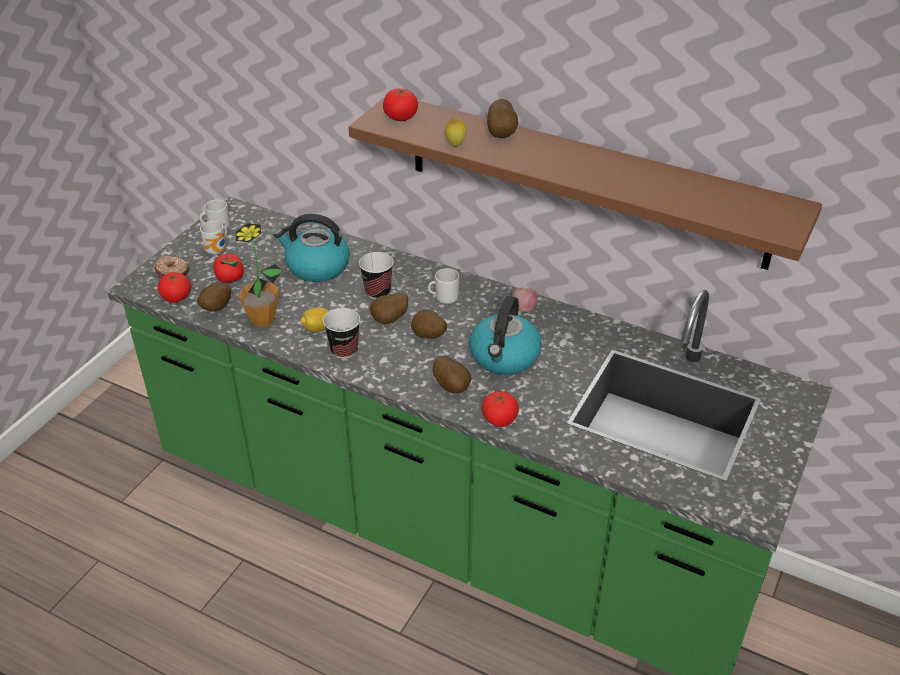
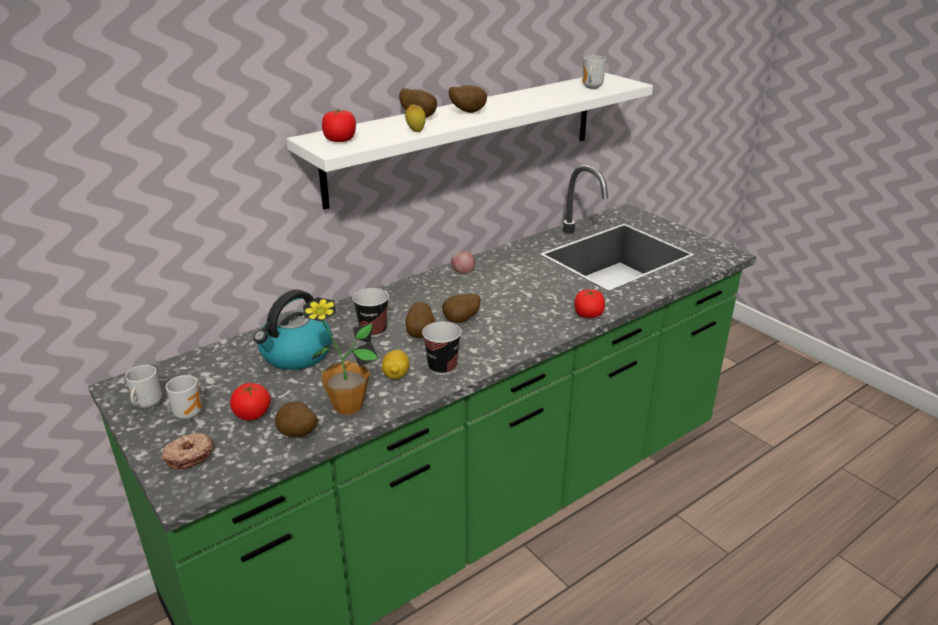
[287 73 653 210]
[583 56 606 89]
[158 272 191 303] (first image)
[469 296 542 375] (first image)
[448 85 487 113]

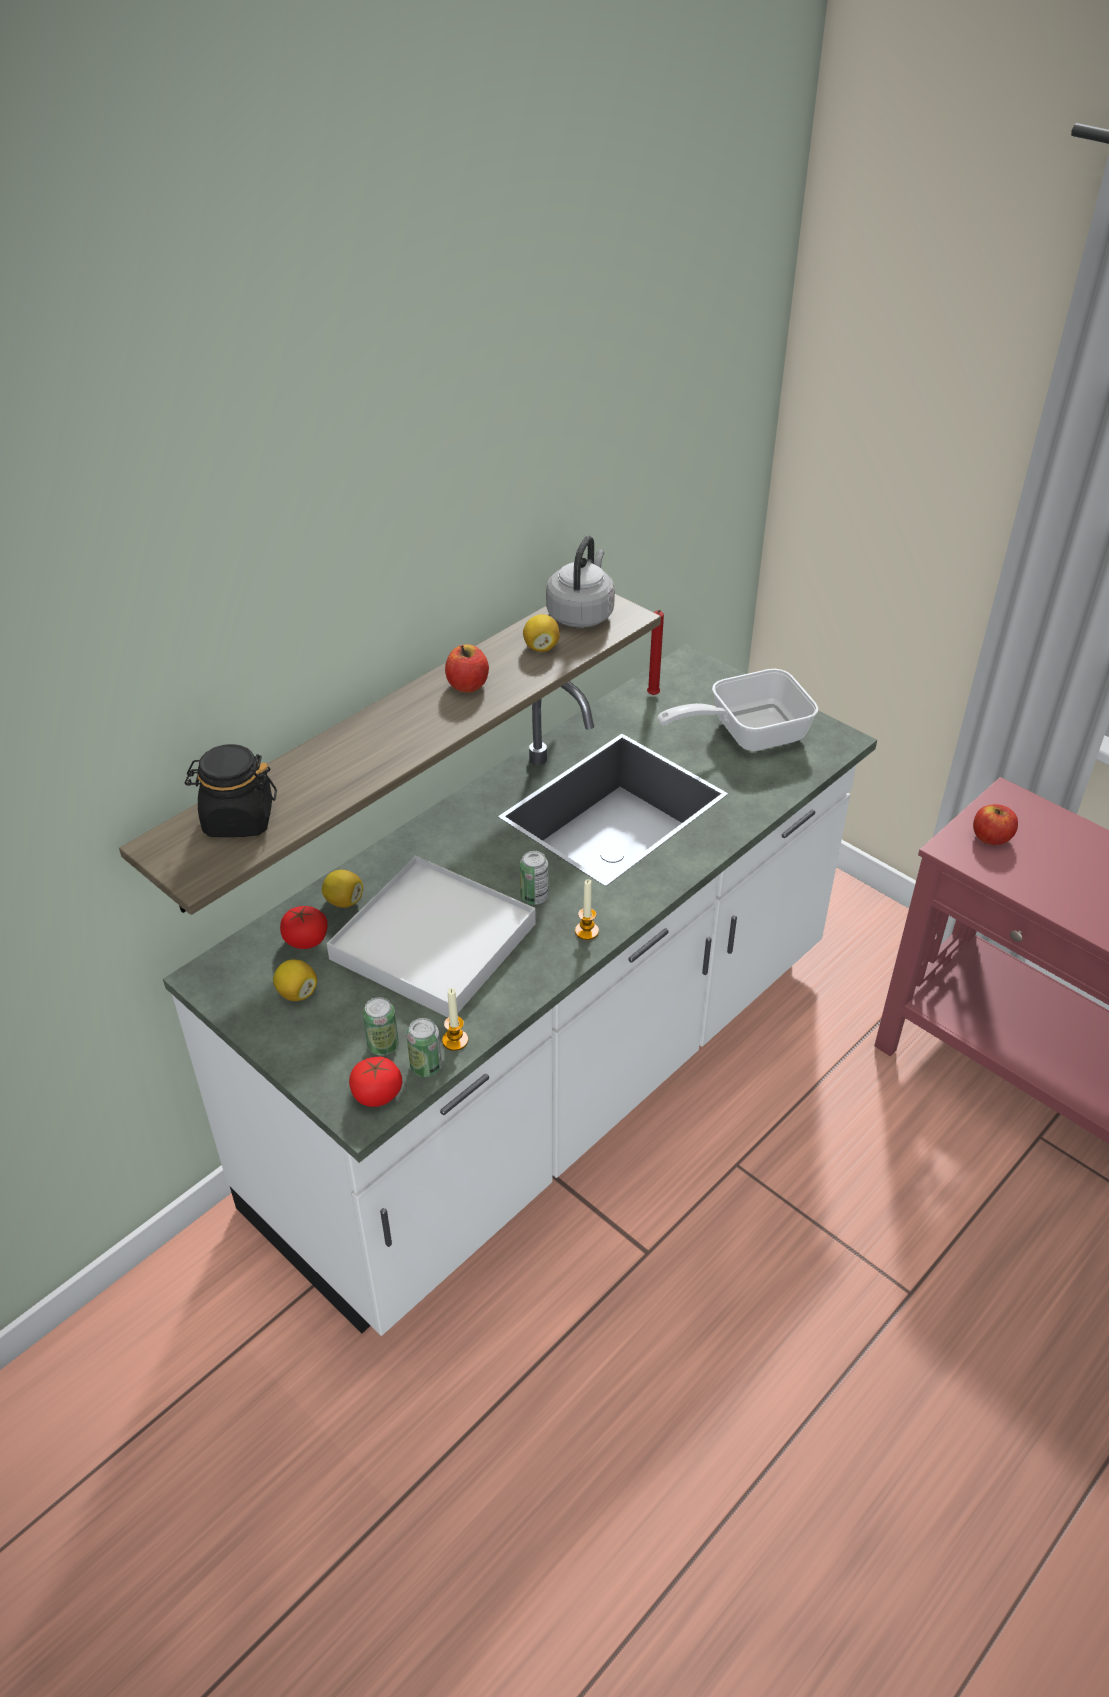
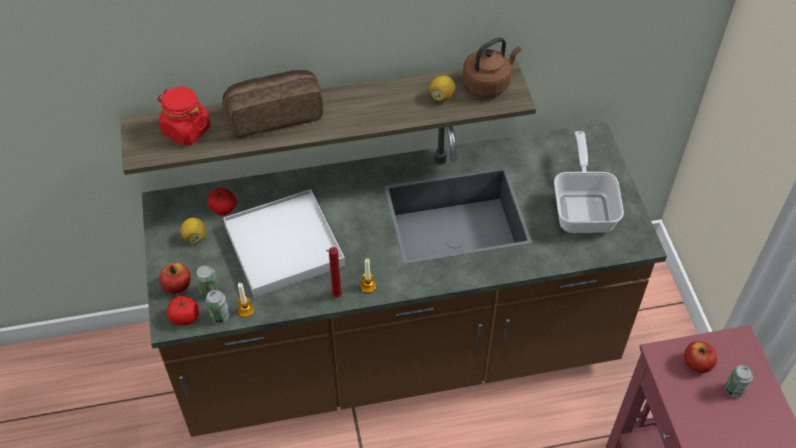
[462 37 521 97]
[326 247 342 298]
[142 122 667 437]
[159 262 191 294]
[554 131 624 233]
[157 86 210 146]
[725 365 753 398]
[322 870 363 908] (first image)
[222 70 323 139]

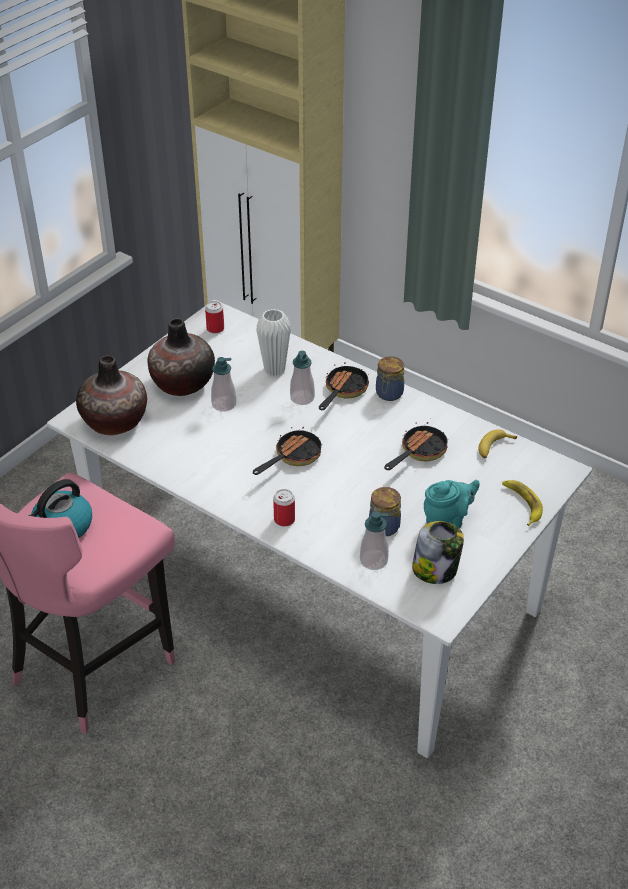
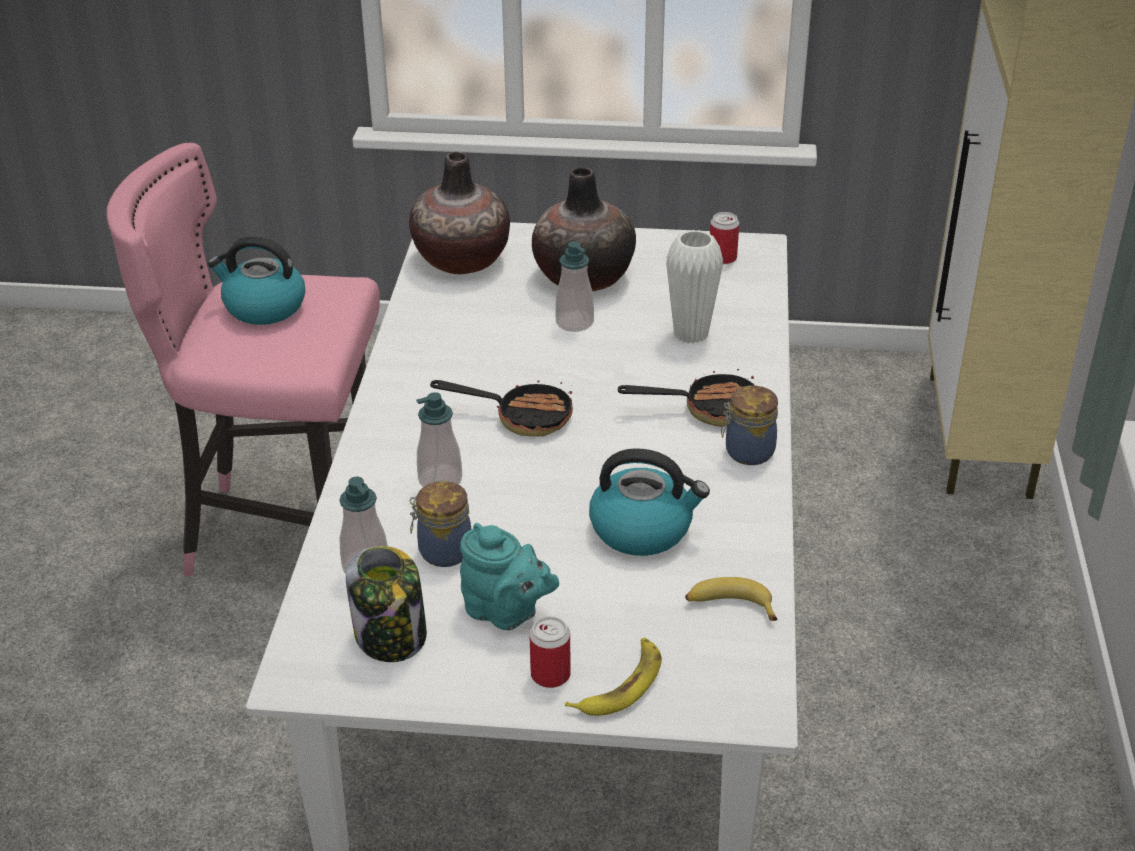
[416 392 462 487]
[589 448 710 556]
[529 616 571 688]

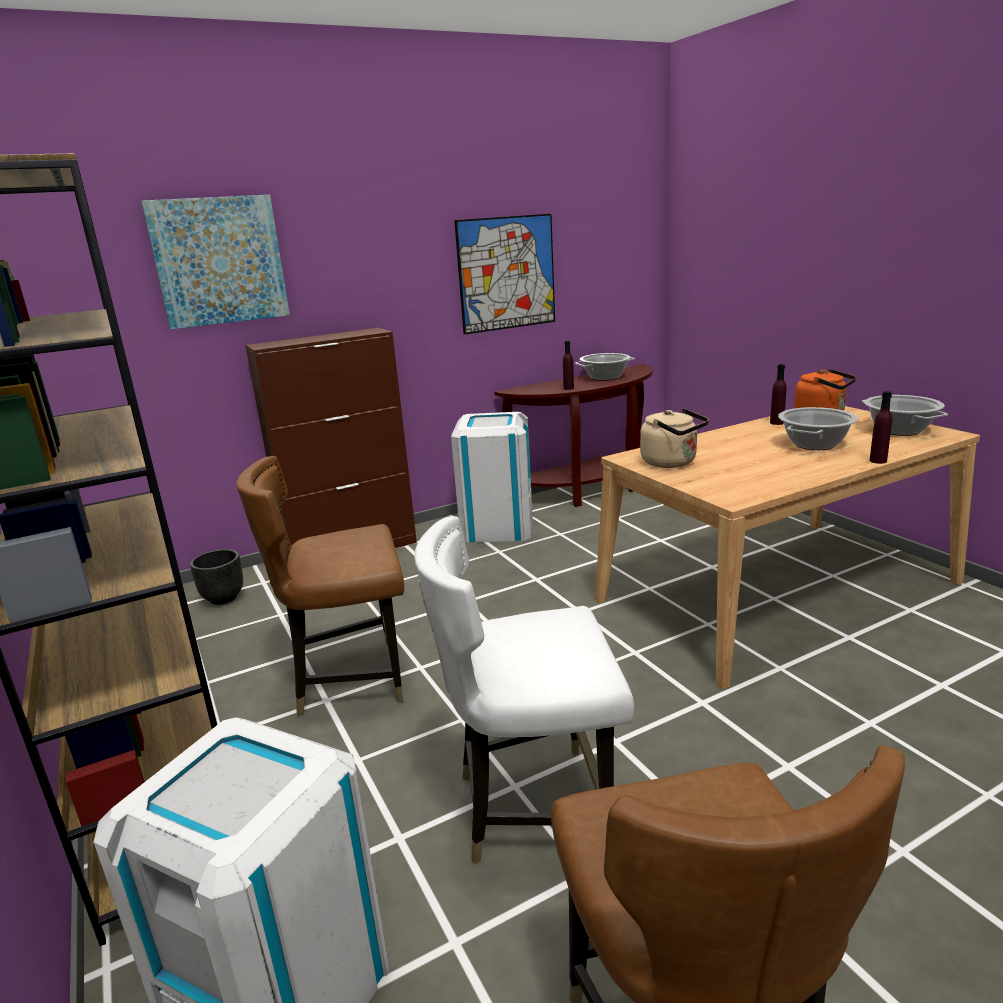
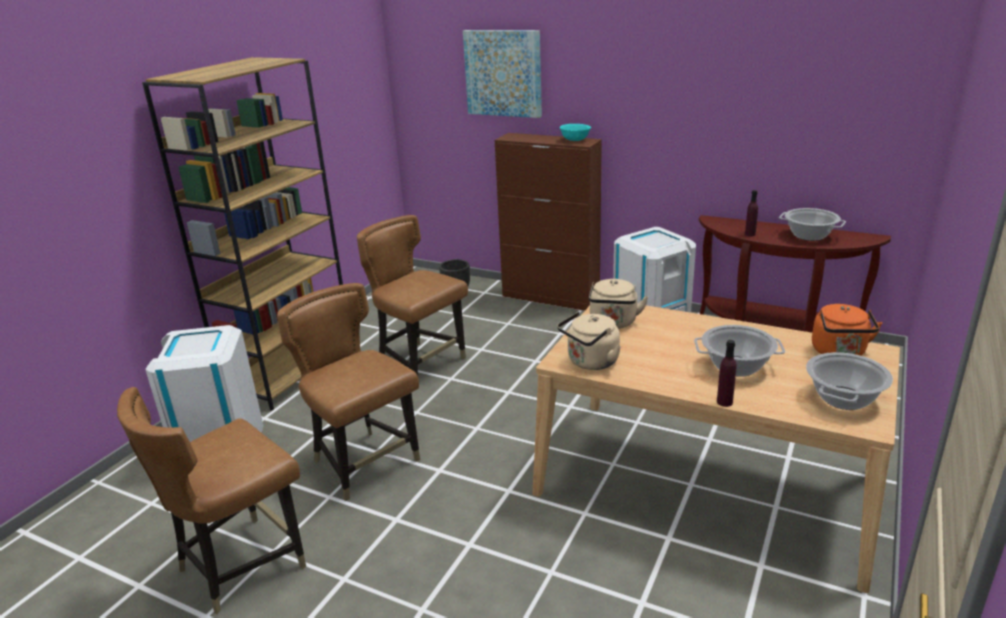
[454 214 555 335] (first image)
[770 364 786 425] (first image)
[277 283 420 501]
[560 124 591 141]
[557 312 621 370]

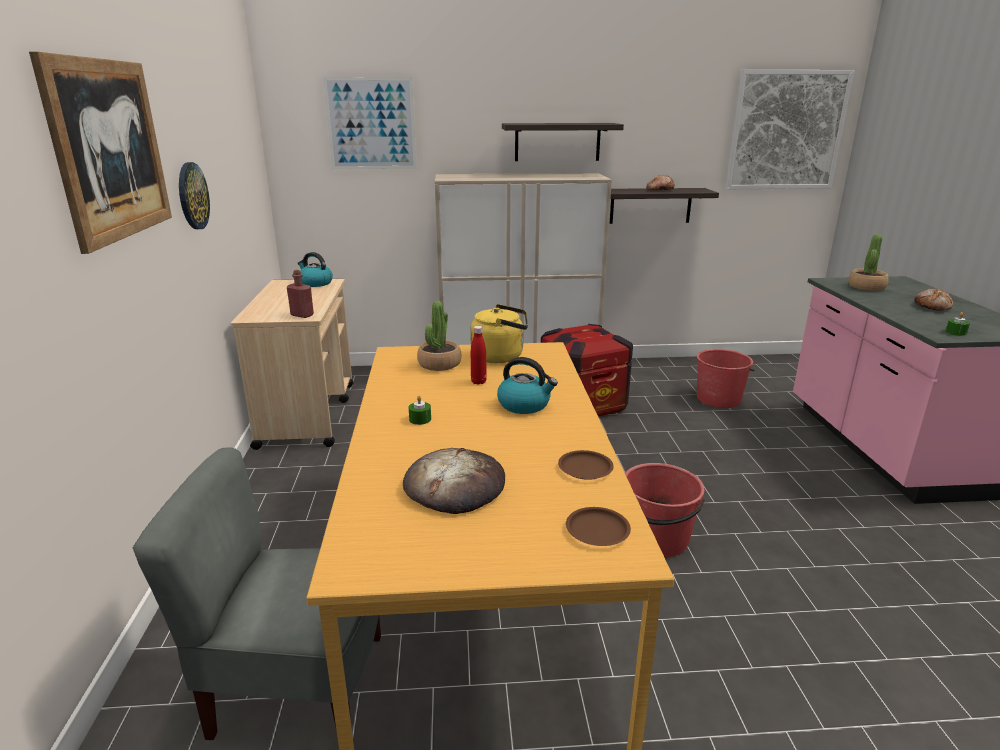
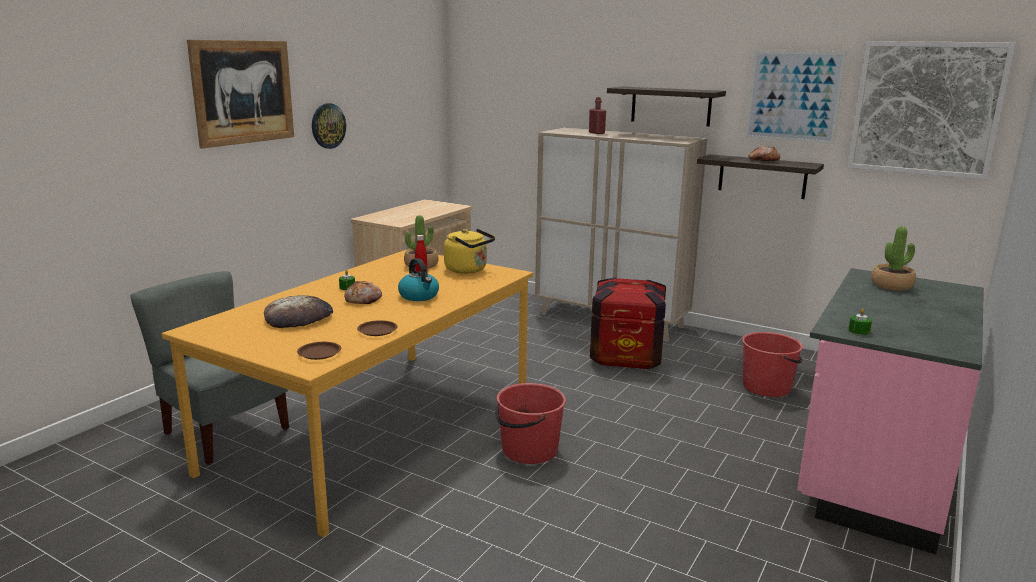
[745 50 847 144]
[298 252 333 287] (first image)
[589 97 606 134]
[344 281 382 304]

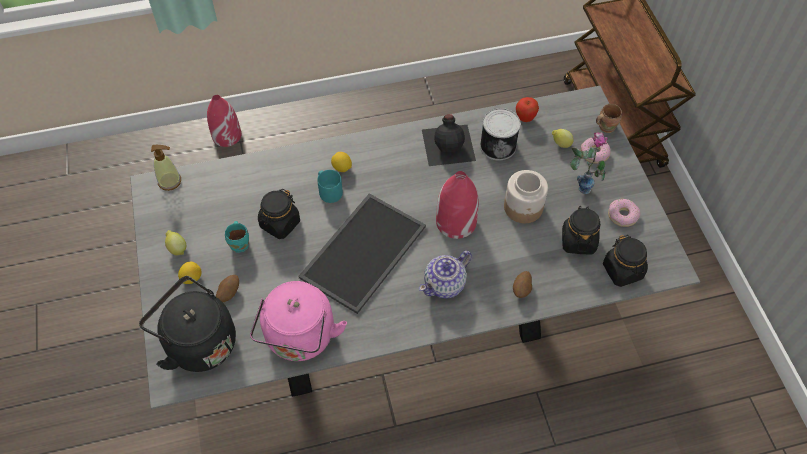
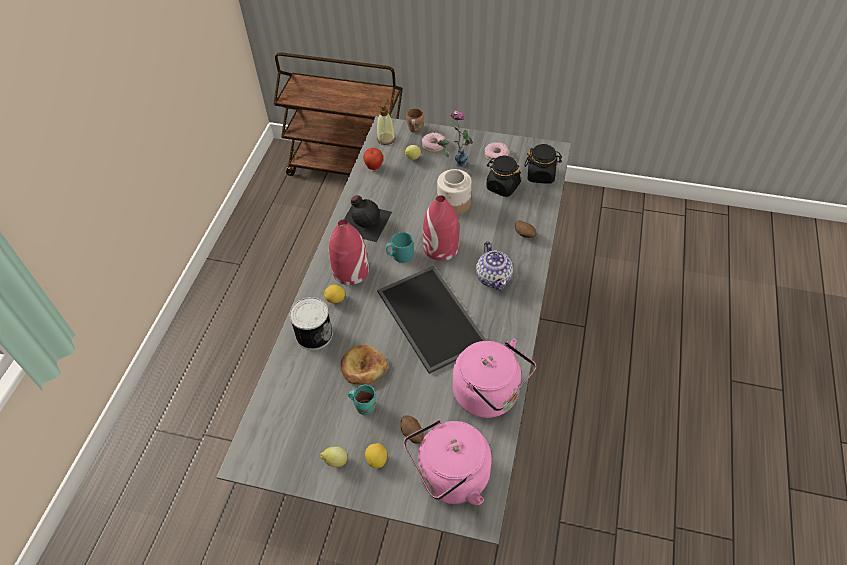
[329 220 369 285]
[289 297 333 350]
[377 99 396 145]
[386 232 414 263]
[341 345 388 385]
[404 419 492 506]

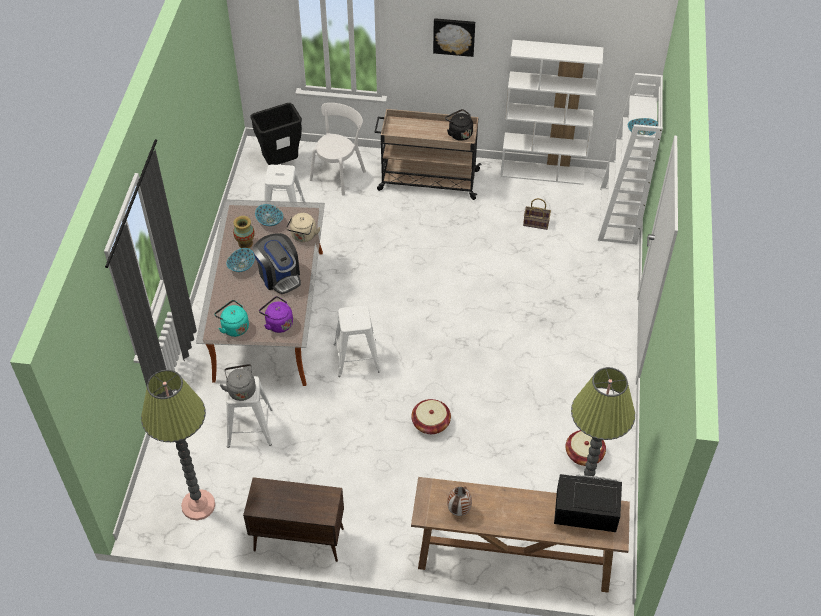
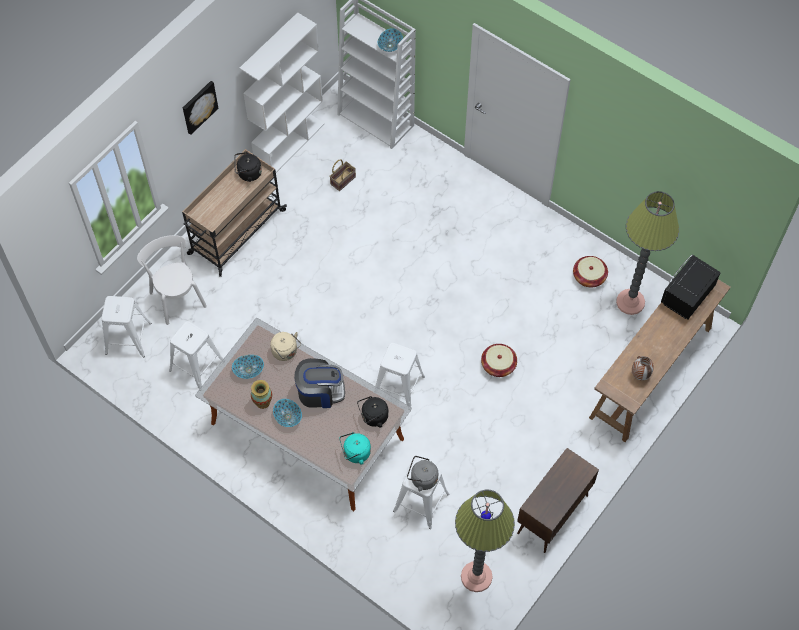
[102 296 151 358]
[357 396 388 428]

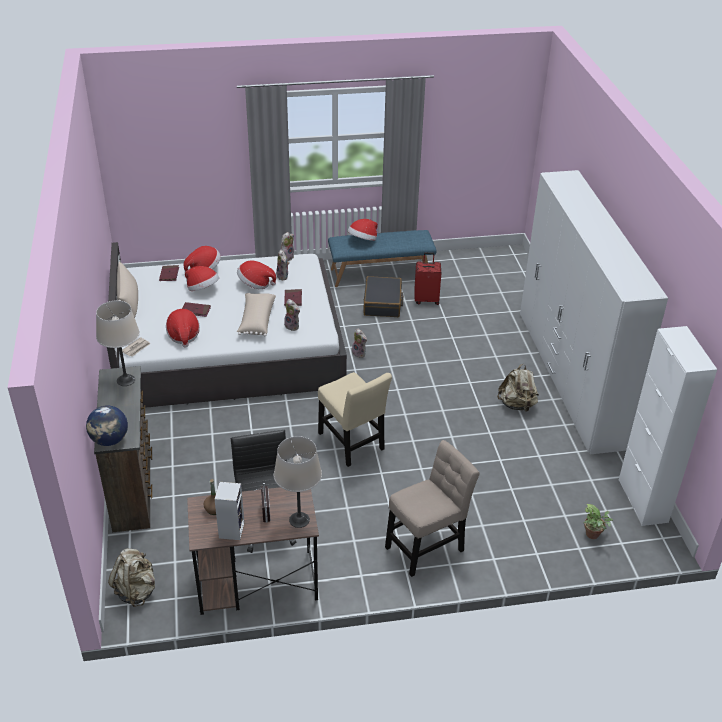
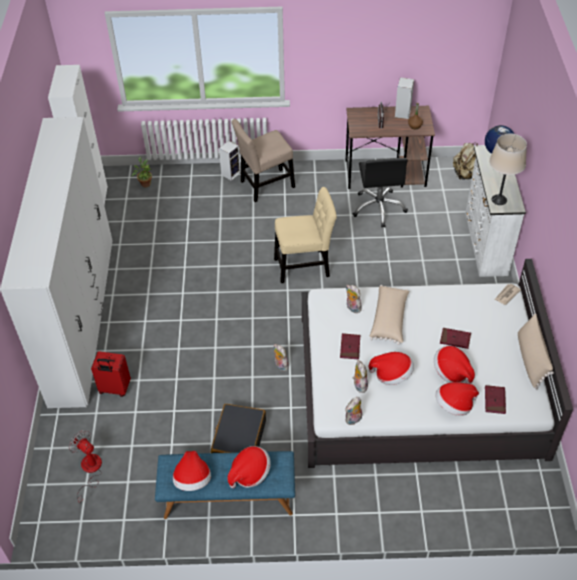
[91 351 131 397]
[173 451 211 491]
[497 364 539 412] (first image)
[465 146 526 277]
[274 187 337 283]
[274 436 322 528] (first image)
[219 141 241 181]
[69 430 102 503]

